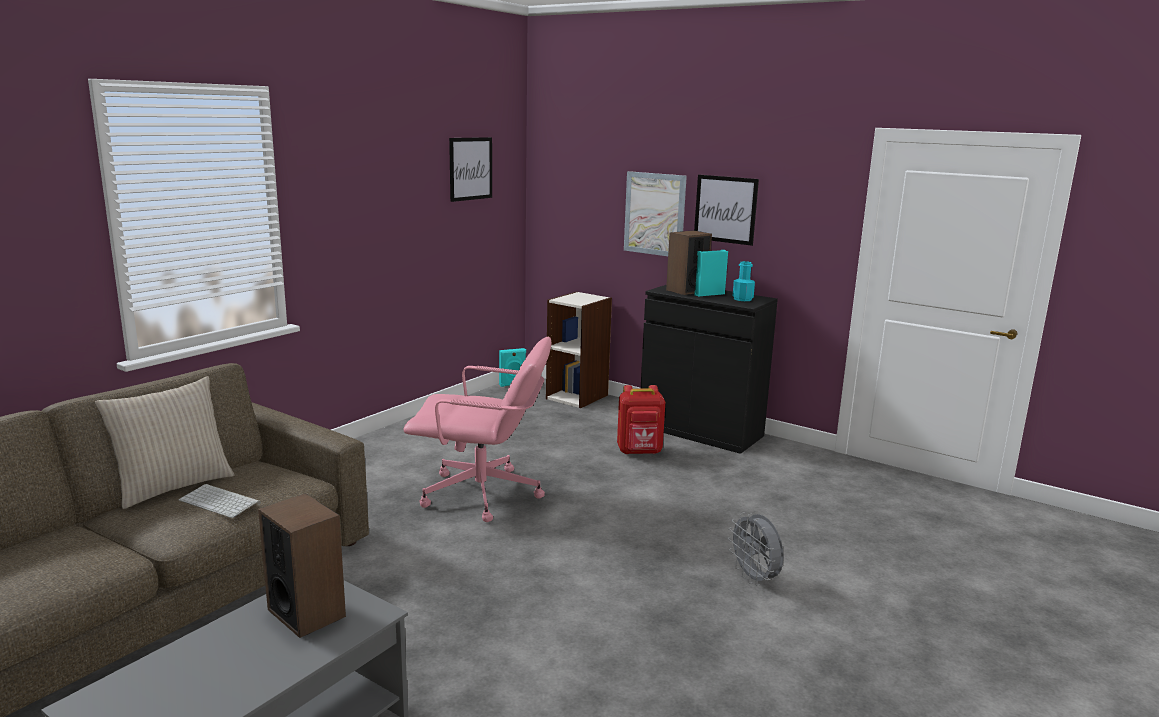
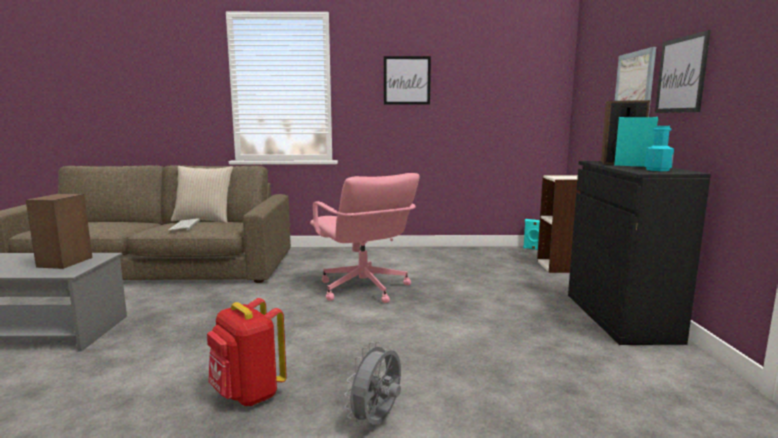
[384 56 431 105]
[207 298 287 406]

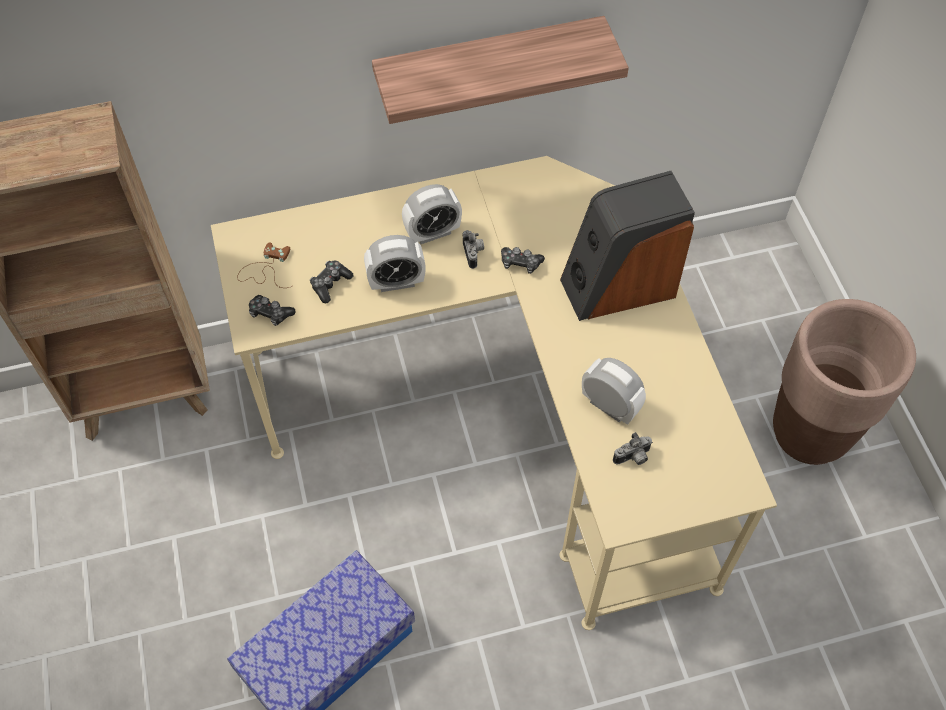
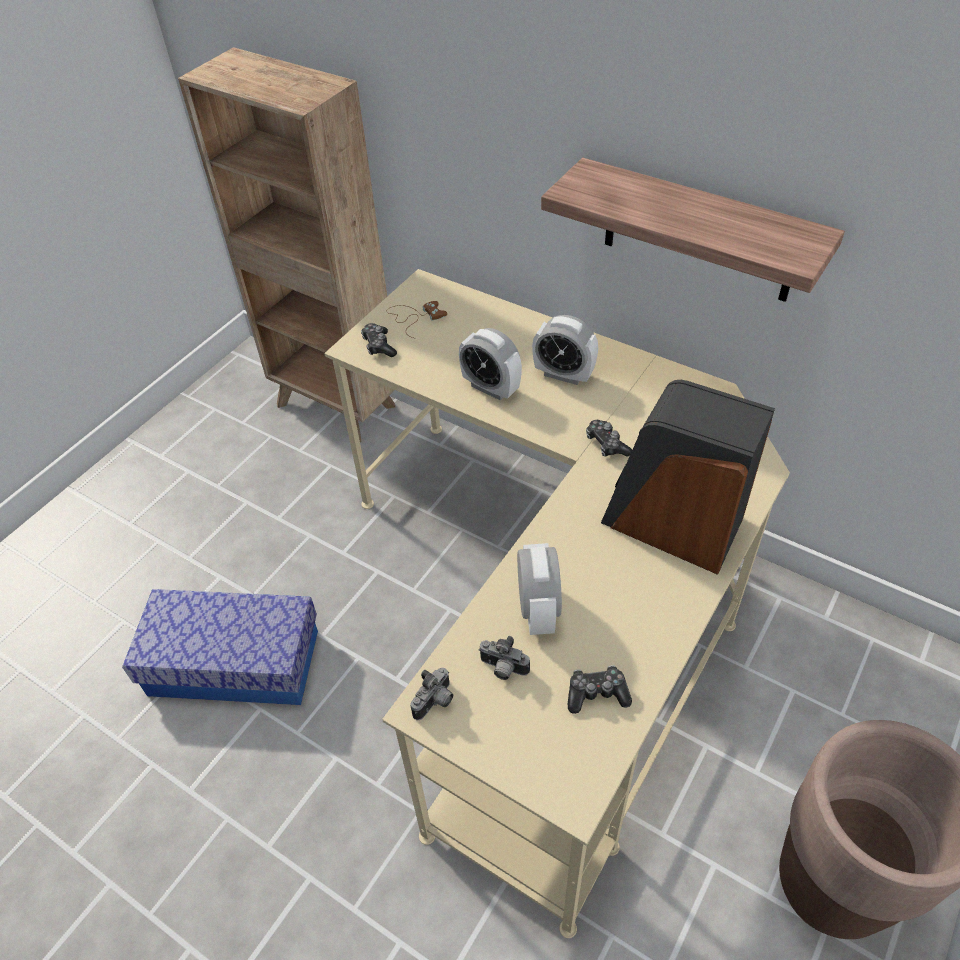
[410 668 453 720]
[568 665 632 714]

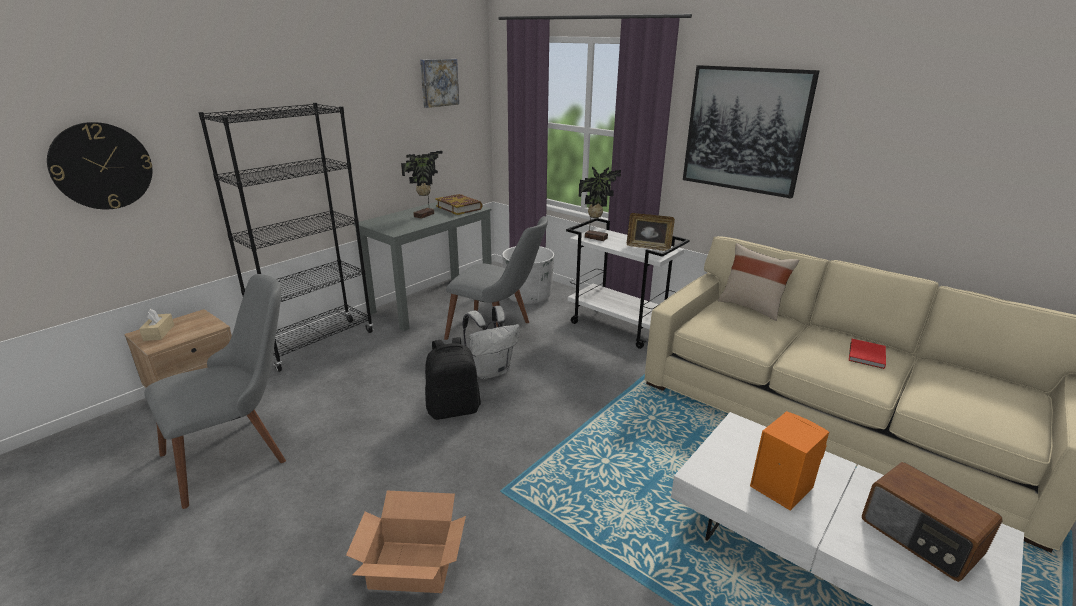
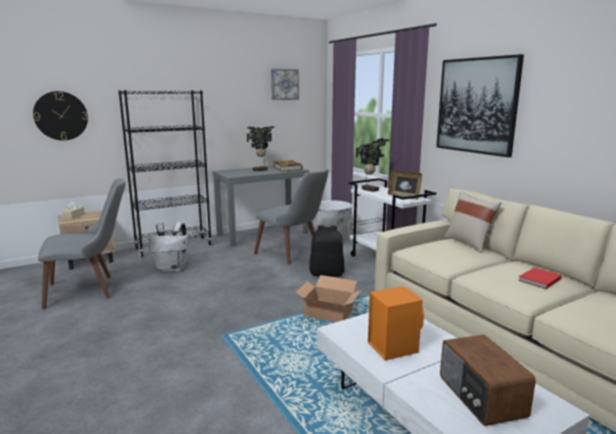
[148 222 188 273]
[309 225 345 276]
[296 275 361 322]

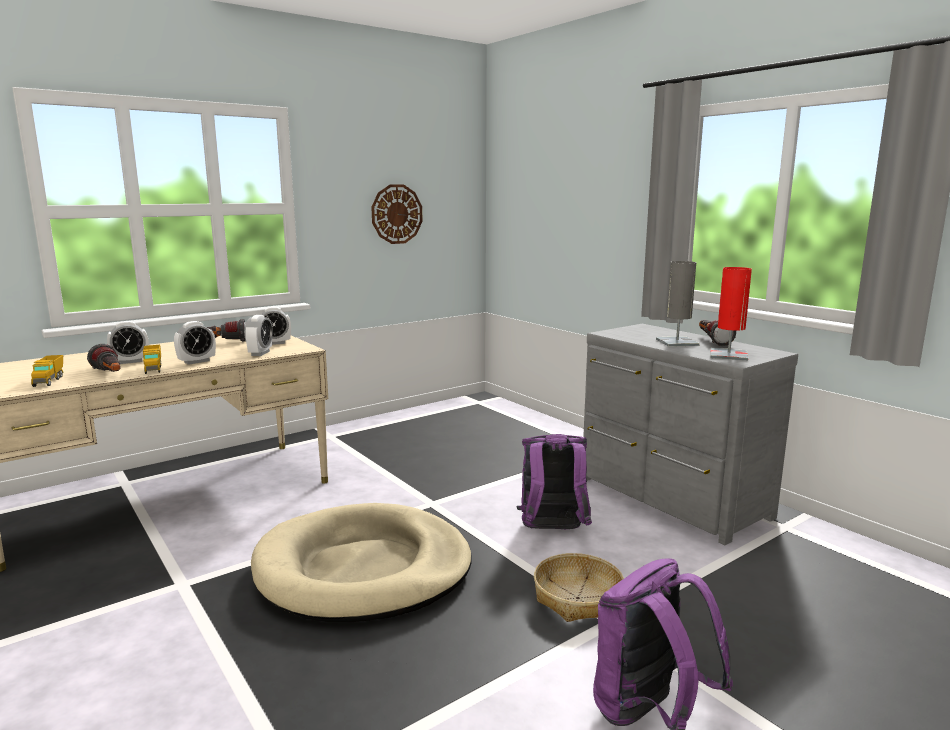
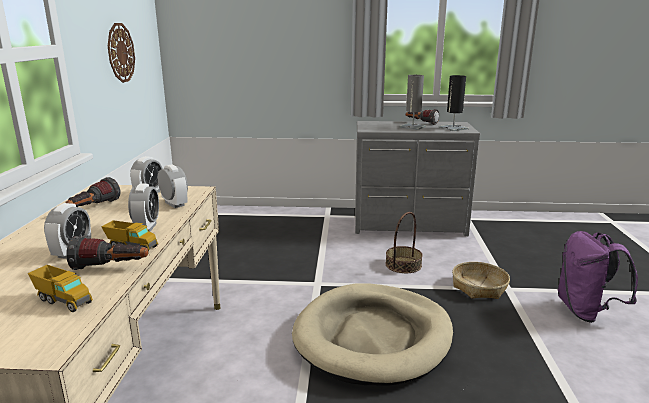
[439 75 468 131]
[385 212 423 273]

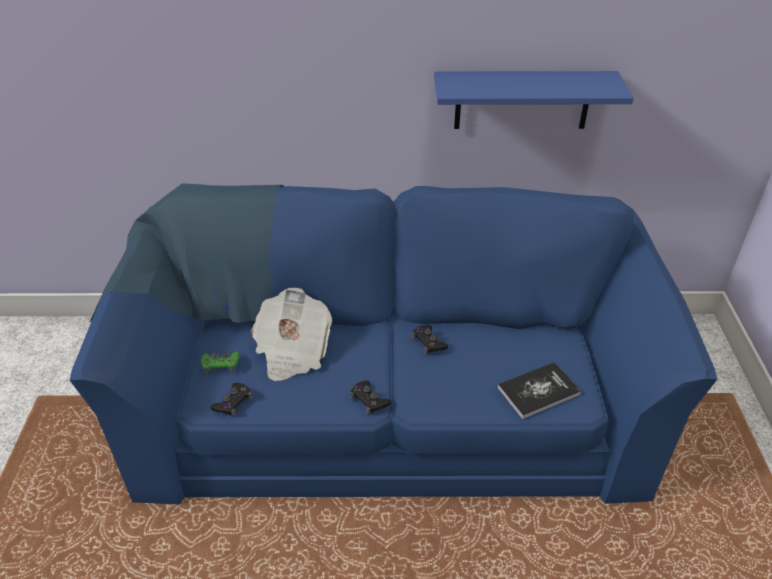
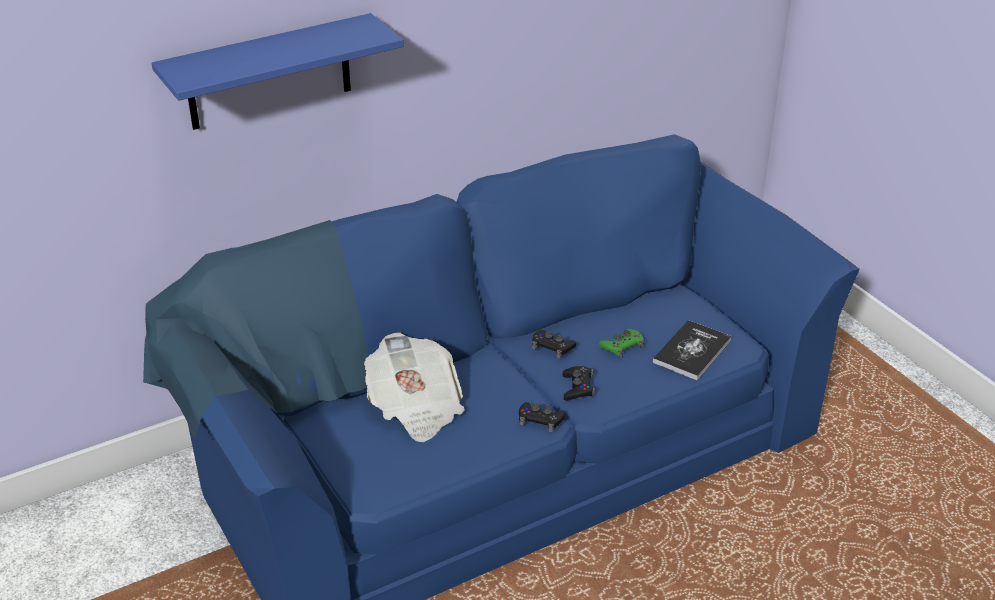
[152 13 404 130]
[599 329 644 358]
[562 366 595 401]

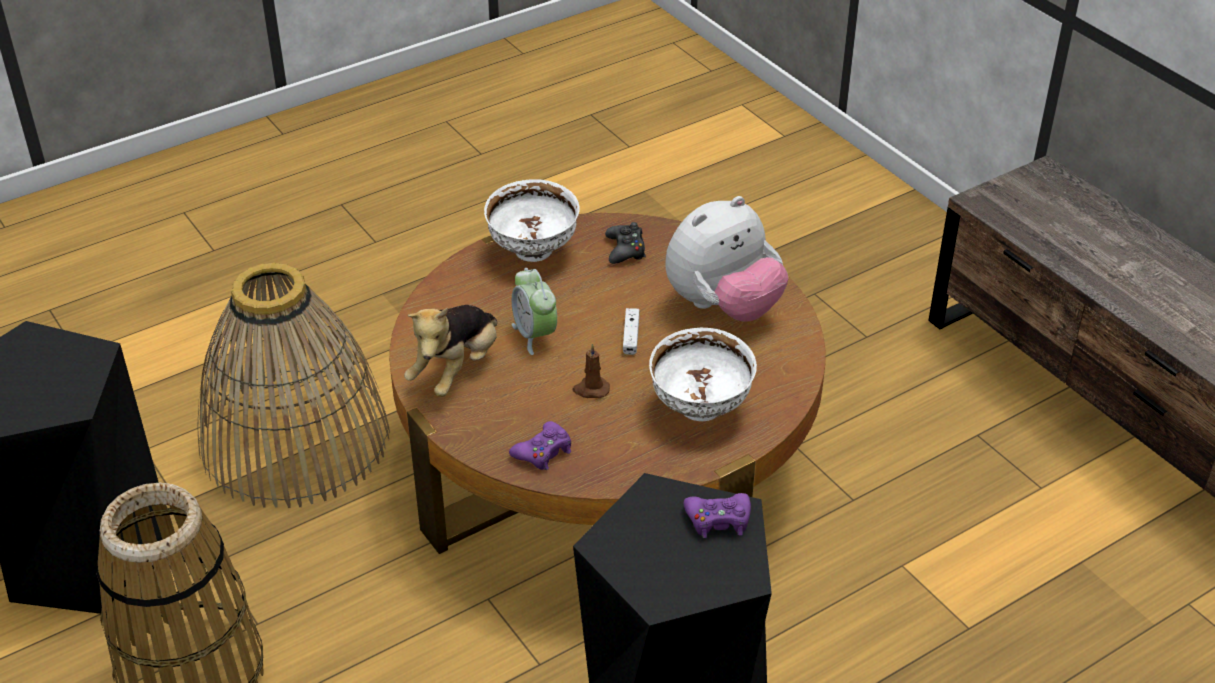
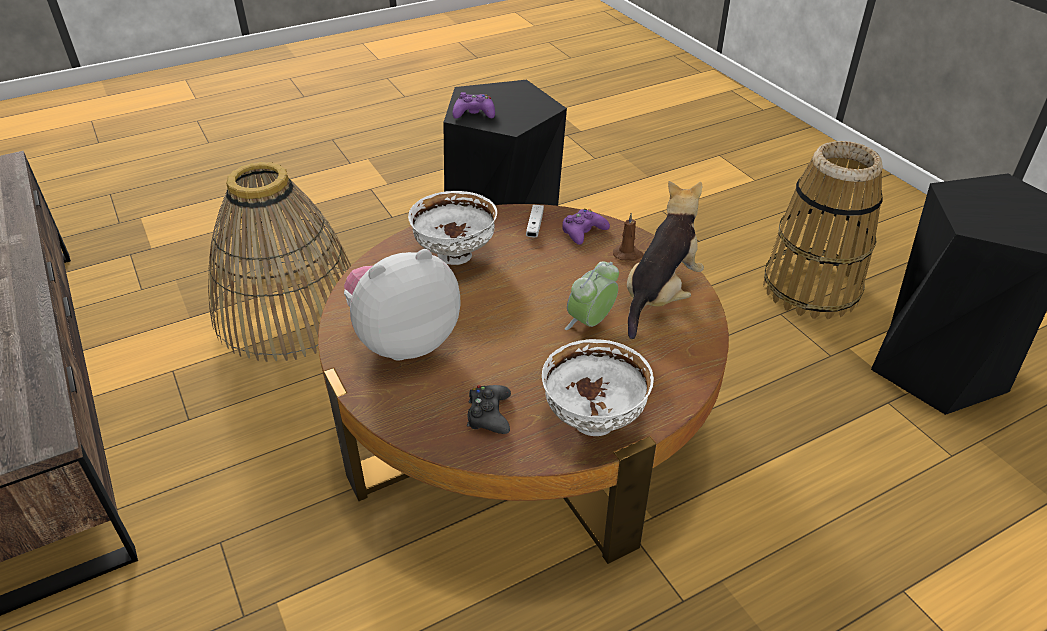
[208 162 351 362]
[565 261 619 330]
[526 205 544 237]
[613 213 644 261]

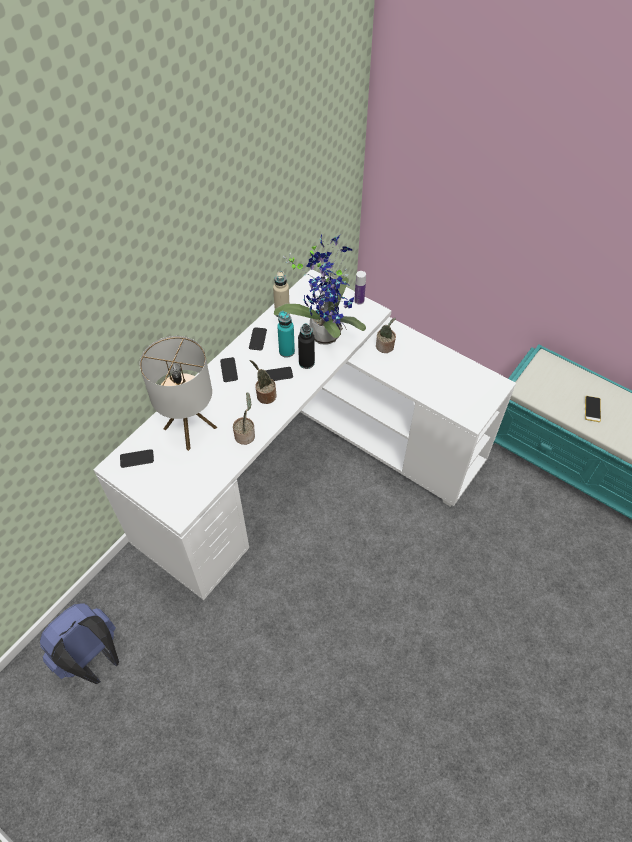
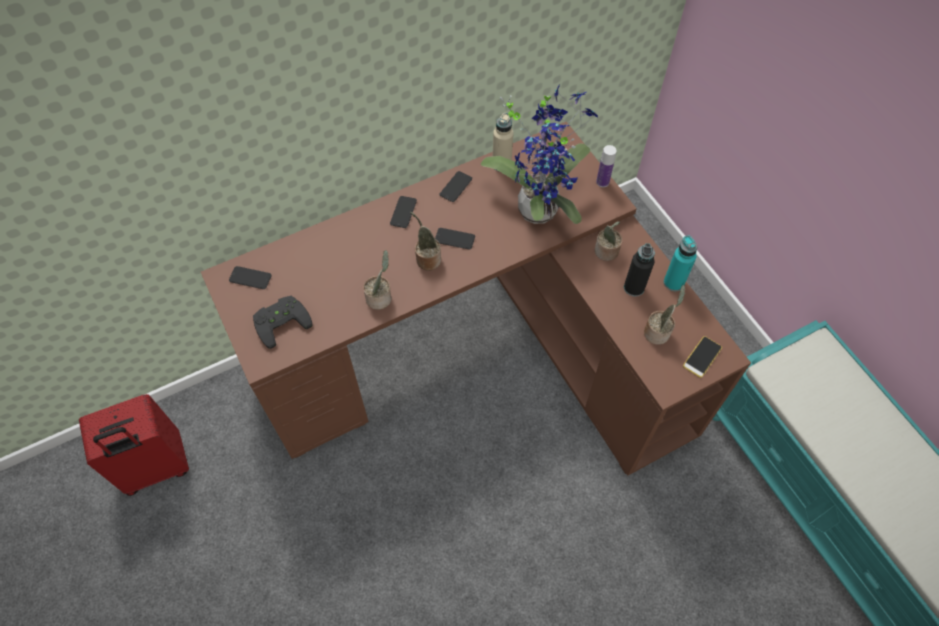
[201 122 751 476]
[664 235 697 291]
[624 243 655 297]
[140 336 217 451] (first image)
[683 336 722 378]
[79 394 189 496]
[644 285 685 345]
[253 296 313 349]

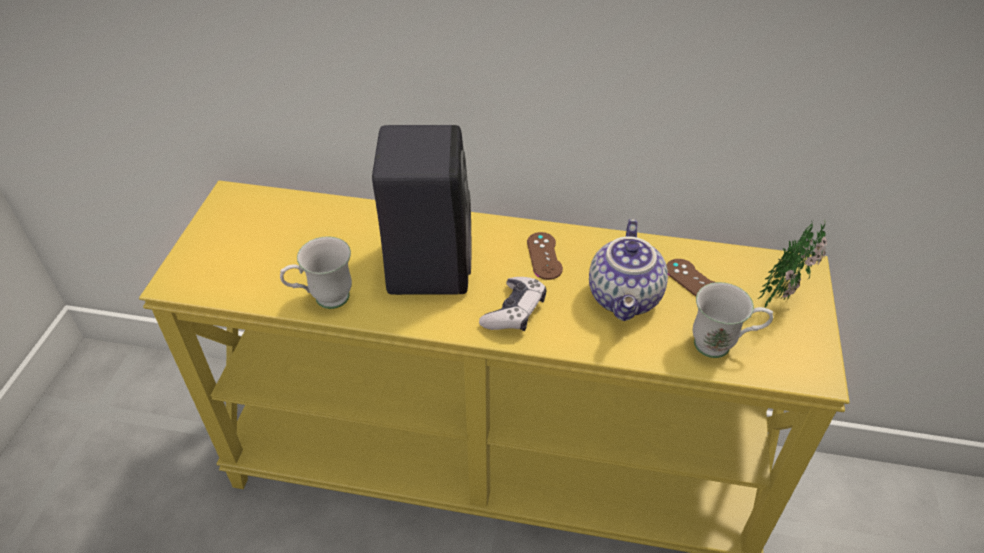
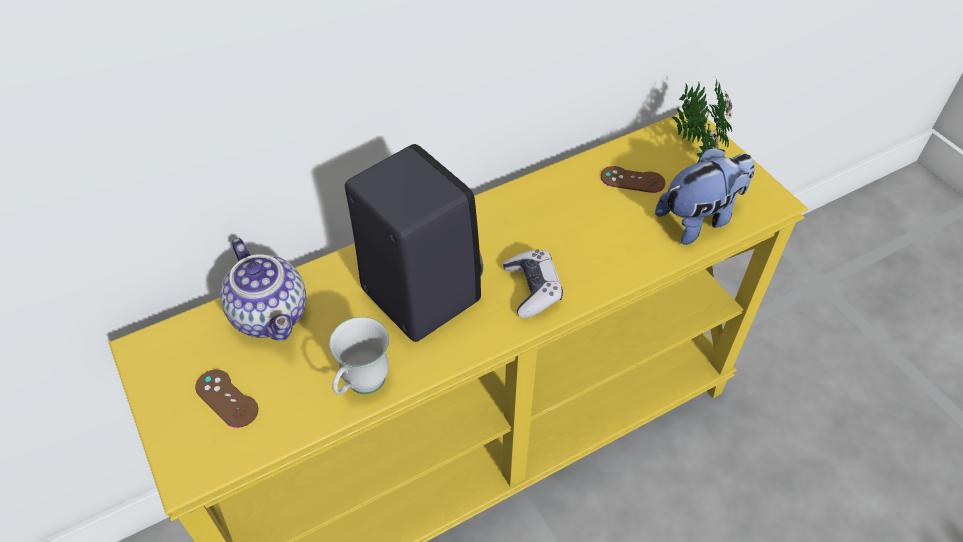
[220 238 306 341]
[195 370 258 428]
[655 147 755 245]

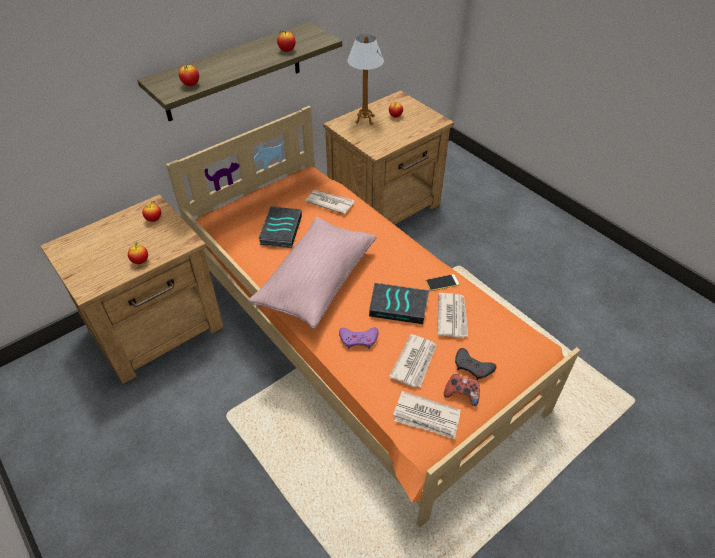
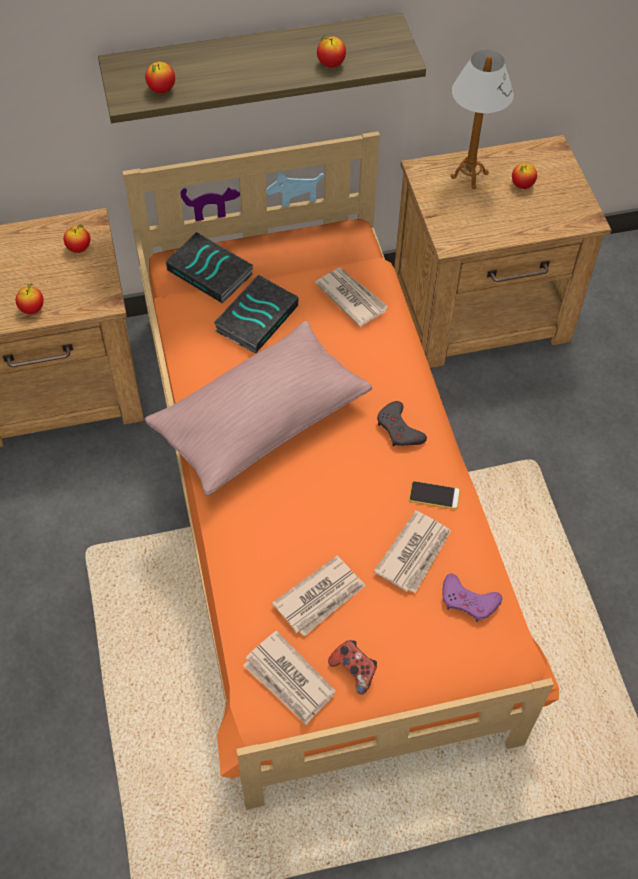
[166 232 254 304]
[442 573 502 622]
[377 401 427 446]

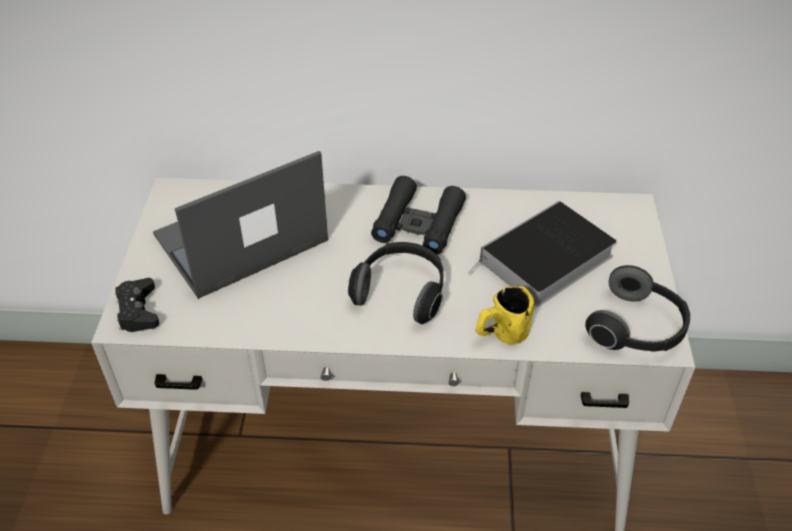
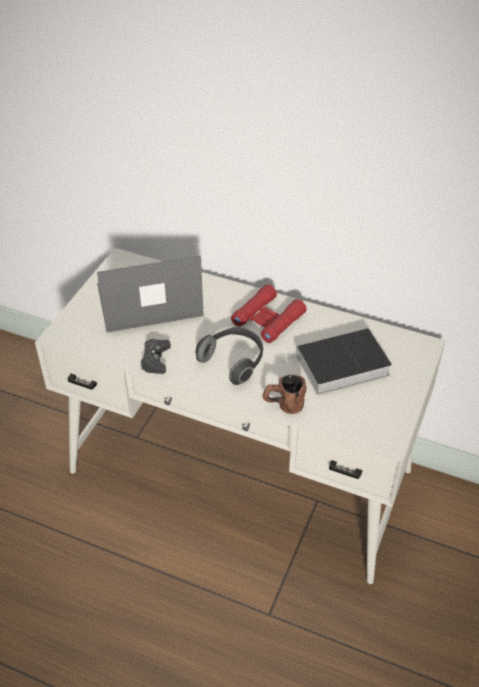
[231 284 306 343]
[585 265 690 352] (first image)
[141 339 171 374]
[262 374 306 414]

